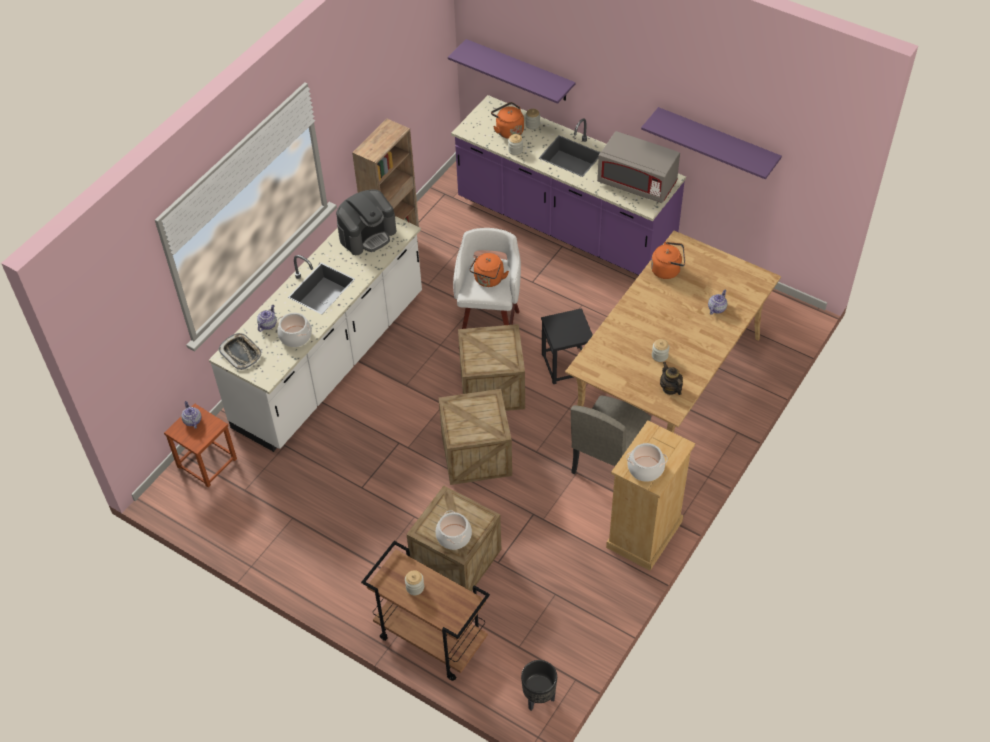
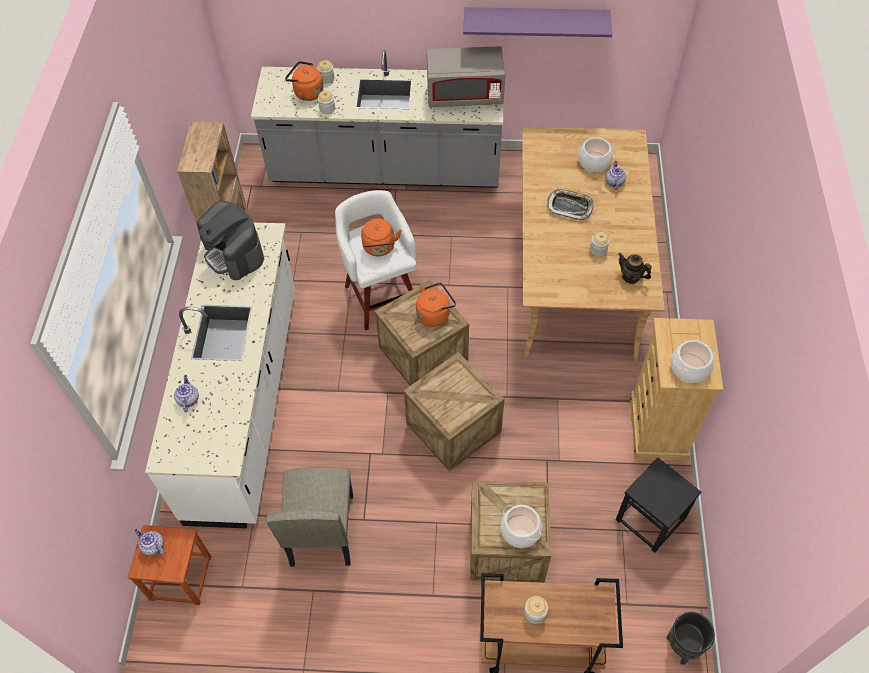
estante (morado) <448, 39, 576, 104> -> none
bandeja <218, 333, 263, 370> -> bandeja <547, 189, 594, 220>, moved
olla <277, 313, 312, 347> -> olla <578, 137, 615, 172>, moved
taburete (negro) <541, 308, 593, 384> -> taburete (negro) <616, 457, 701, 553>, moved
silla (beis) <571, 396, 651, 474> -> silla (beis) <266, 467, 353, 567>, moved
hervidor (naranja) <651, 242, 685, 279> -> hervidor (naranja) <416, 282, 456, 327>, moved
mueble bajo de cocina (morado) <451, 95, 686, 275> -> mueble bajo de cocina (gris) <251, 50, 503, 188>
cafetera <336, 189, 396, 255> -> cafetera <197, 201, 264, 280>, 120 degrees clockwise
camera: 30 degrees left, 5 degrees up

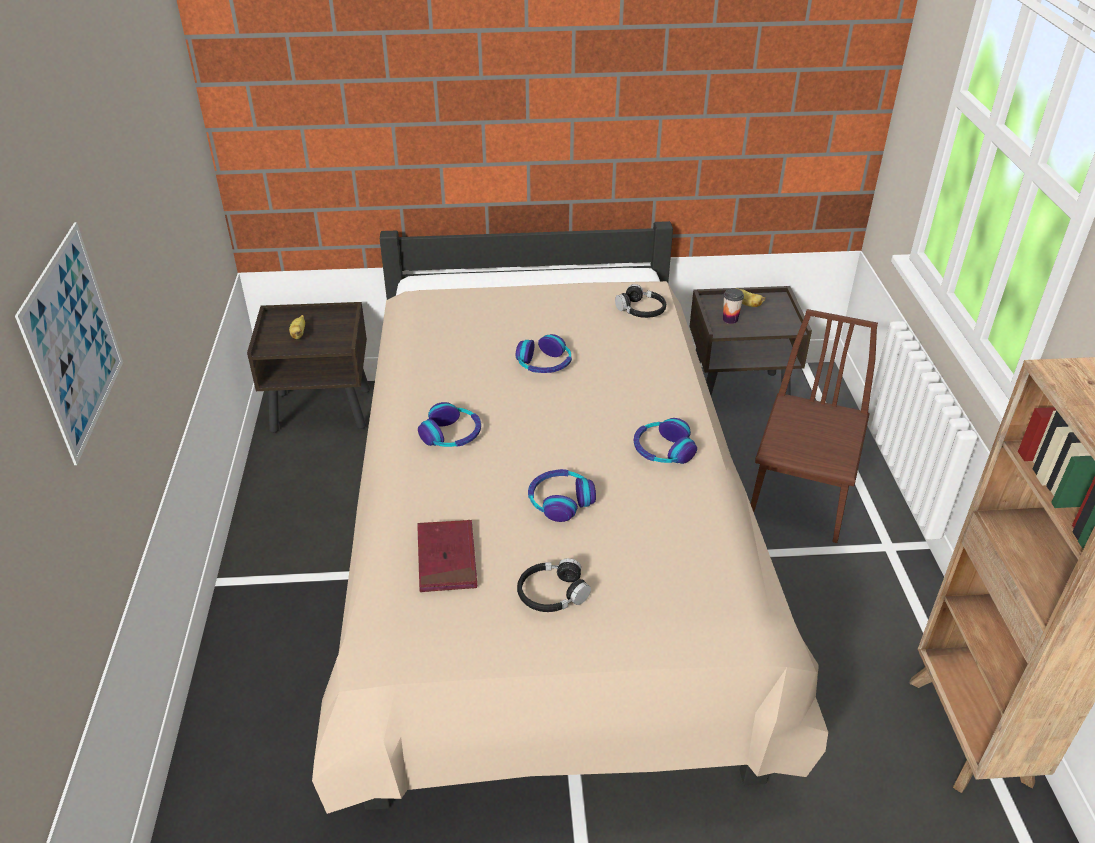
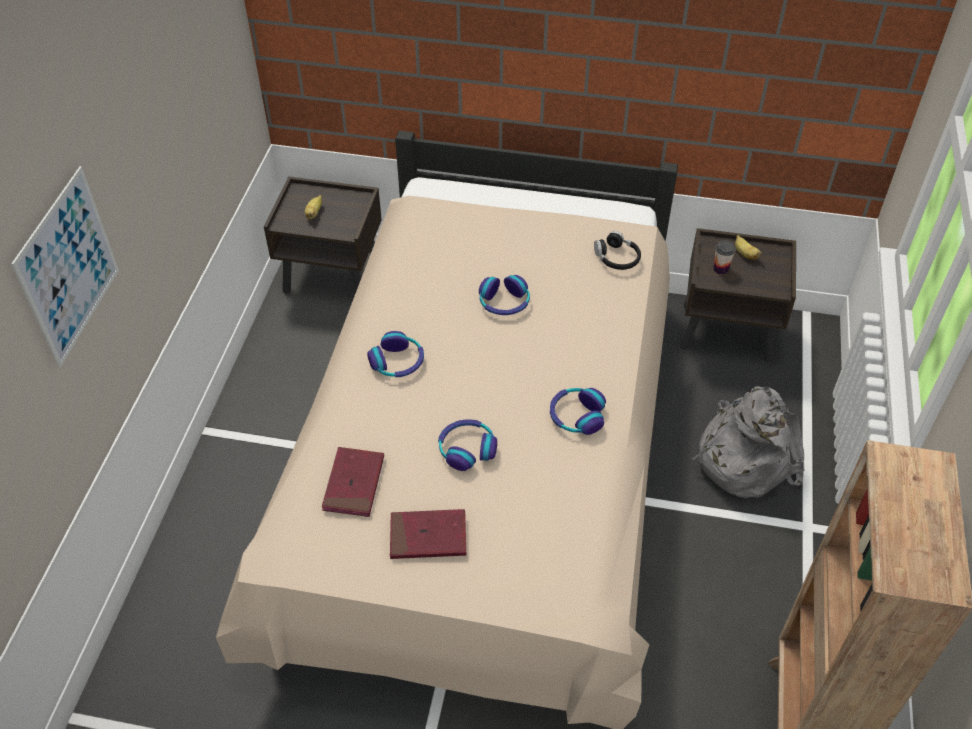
auriculares (negro) <517, 558, 591, 612> -> libro (rojo) <390, 509, 466, 559>
silla (marrón) <751, 309, 878, 543> -> mochila (gris) <692, 386, 805, 498>
camera: 15 degrees right, 10 degrees up

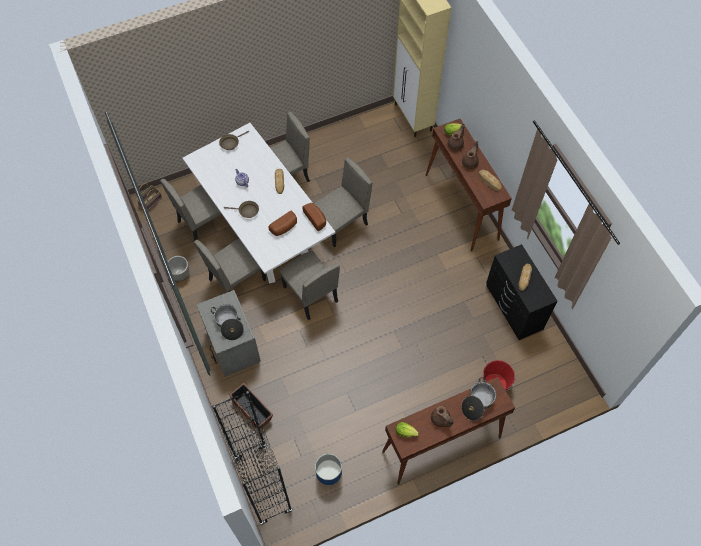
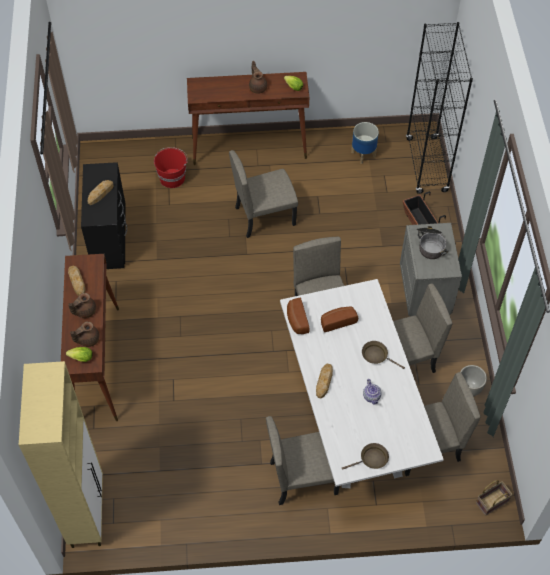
olla <461, 377, 496, 421> -> none
silla (beis) <313, 157, 372, 247> -> silla (beis) <229, 150, 298, 238>, moved
camera: 160 degrees left, 5 degrees down

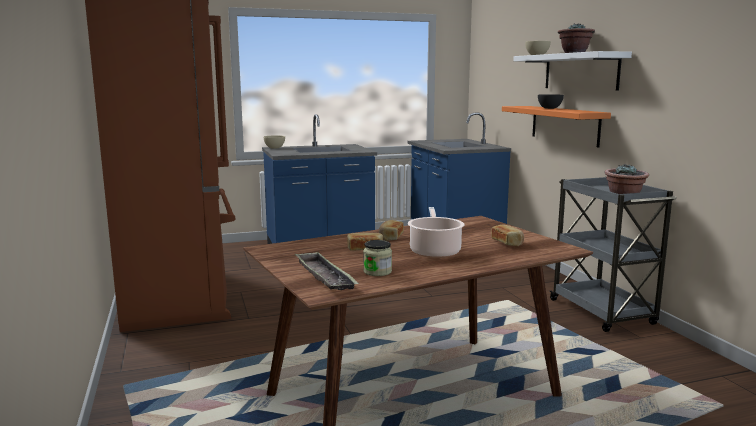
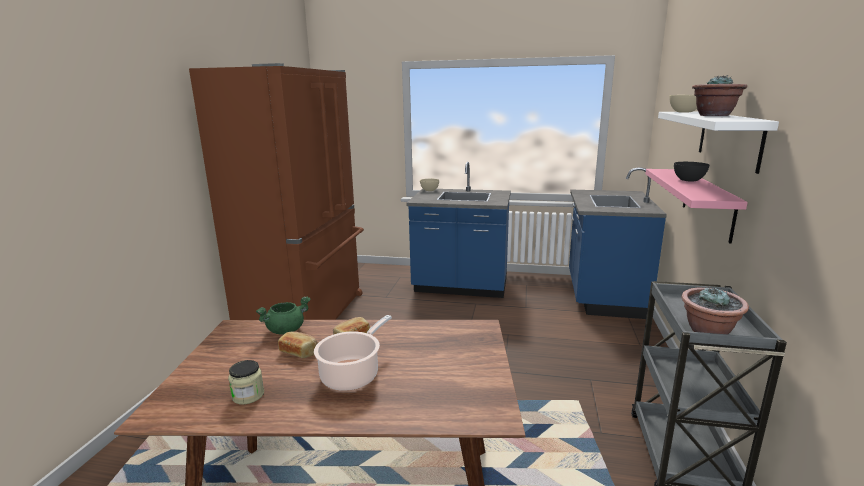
bandeja <295, 252, 359, 290> -> none
pan <491, 224, 524, 247> -> none
none -> olla (verde) <256, 296, 311, 335>
estante (naranja) <502, 106, 611, 148> -> estante (rosa) <646, 169, 748, 244>
camera: 30 degrees right, 5 degrees up

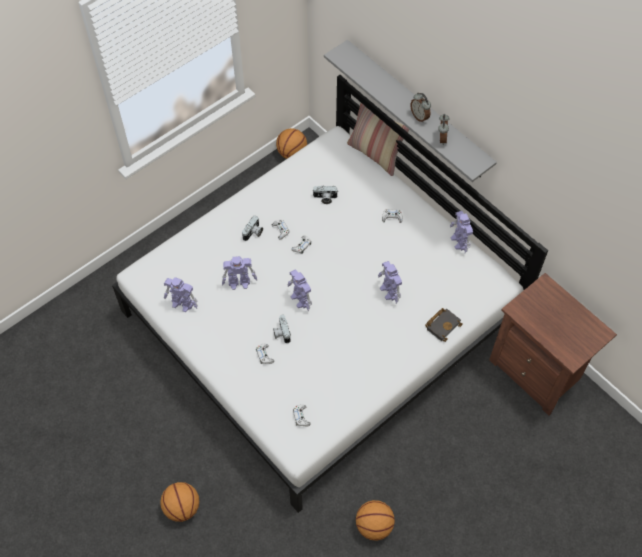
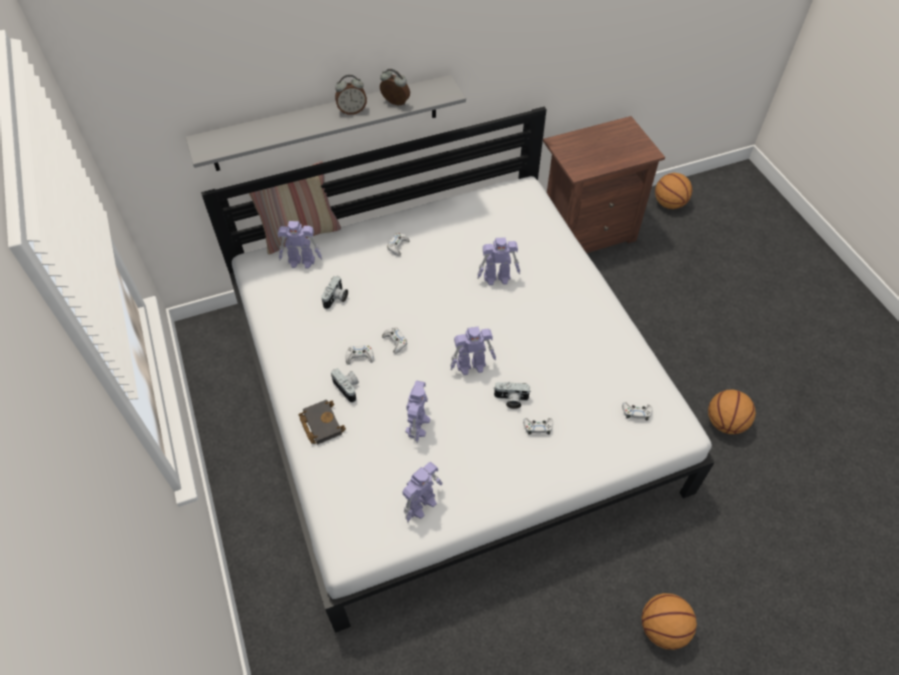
balón de baloncesto <276, 128, 307, 159> -> balón de baloncesto <655, 173, 693, 209>, moved
libro (negro) <425, 308, 463, 342> -> libro (negro) <299, 400, 346, 444>, moved
robot de juguete <450, 211, 473, 254> -> robot de juguete <278, 221, 322, 269>, moved
camera: 70 degrees left, 5 degrees down

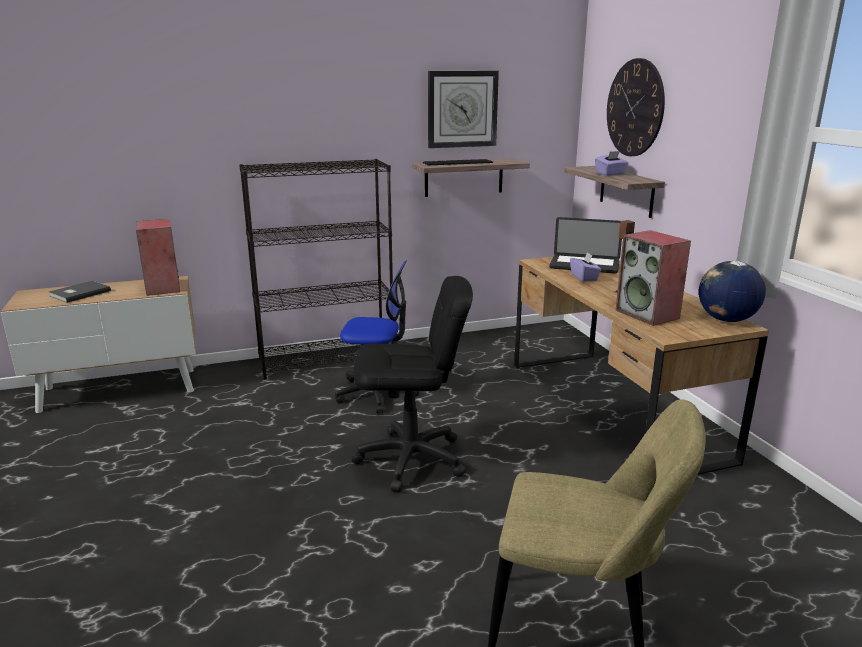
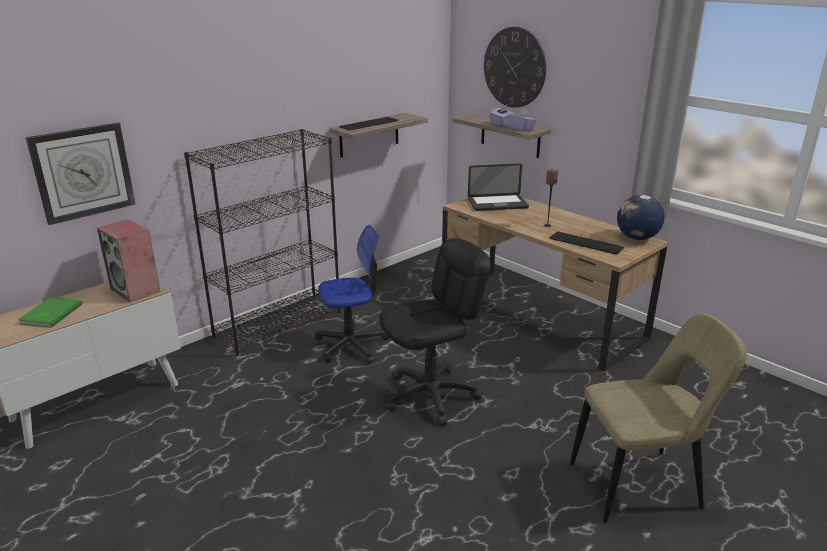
reloj de pared <428, 71, 499, 148> -> reloj de pared <26, 123, 136, 225>, moved
caja de pañuelos (morado) <570, 252, 601, 282> -> caja de pañuelos (morado) <508, 108, 536, 131>, moved
altavoz <616, 230, 691, 326> -> teclado <549, 231, 624, 255>
libro (gris) <49, 281, 111, 303> -> libro (verde) <18, 297, 82, 328>
camera: 25 degrees left, 5 degrees up

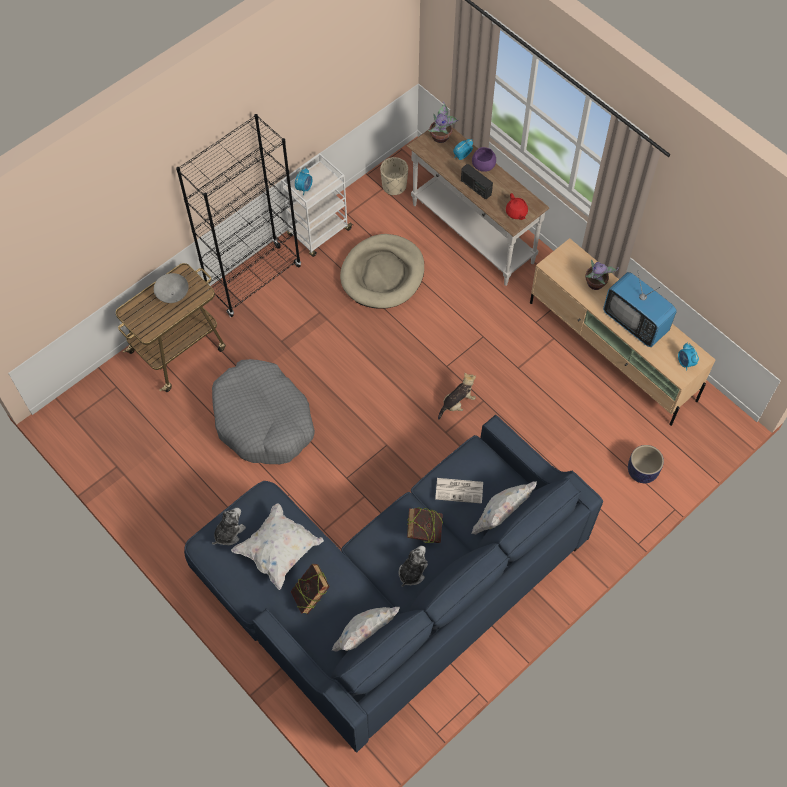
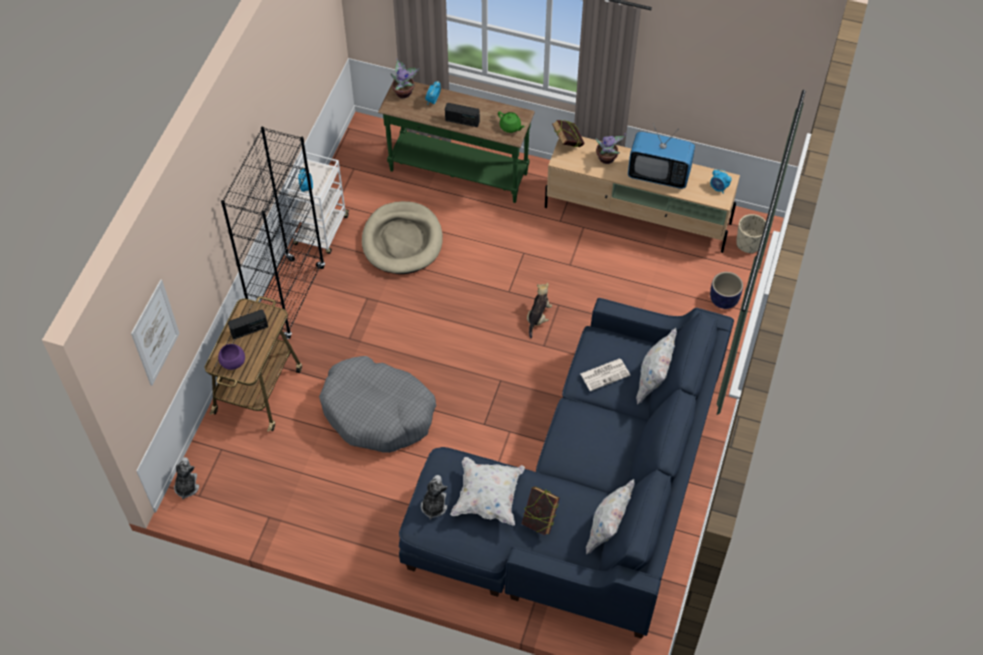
none -> cuadro <131, 279, 180, 386>
maceta (beis) <380, 157, 408, 196> -> maceta (beis) <736, 214, 766, 253>, moved
peluche <398, 546, 428, 587> -> peluche <174, 457, 199, 500>, moved
libro <407, 508, 443, 543> -> libro <552, 120, 585, 147>, moved
cuenco (morado) <472, 147, 496, 172> -> cuenco (morado) <218, 344, 245, 370>, moved
cuenco (gris) <154, 273, 188, 303> -> radio <228, 309, 268, 339>
mesa consola (blanco) <406, 127, 549, 286> -> mesa consola (verde) <378, 79, 535, 203>
tetera (rojo) <506, 193, 528, 220> -> tetera (verde) <498, 111, 524, 133>
camera: 30 degrees left, 5 degrees down

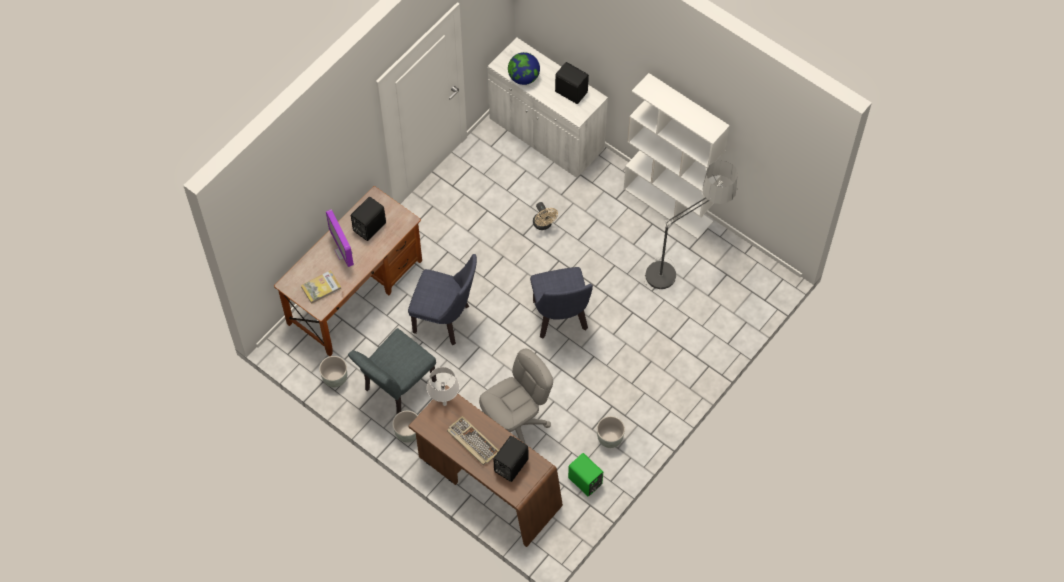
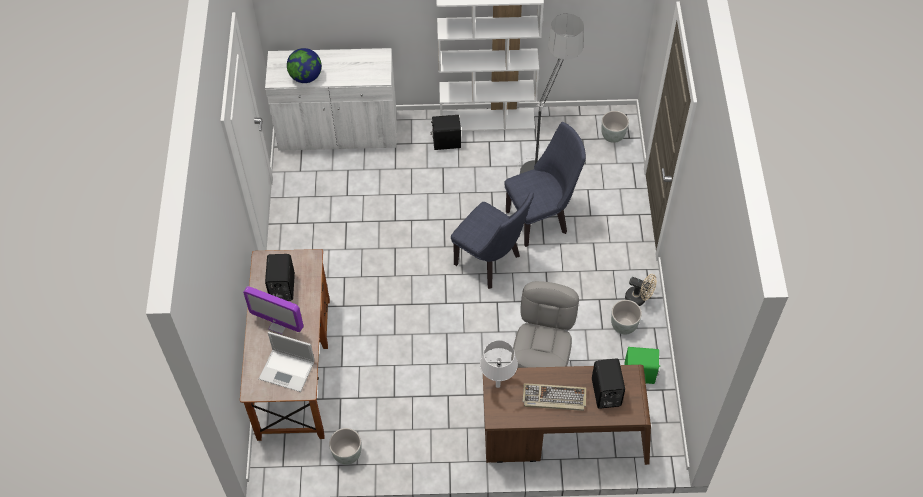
silla (gris) <348, 328, 437, 415> -> none
maceta (gris) <392, 411, 418, 443> -> maceta (gris) <601, 111, 629, 143>, moved
silla (azul) <408, 254, 477, 346> -> silla (azul) <504, 122, 586, 247>, moved
ventilador (beis) <533, 202, 558, 230> -> ventilador (beis) <625, 274, 657, 306>, moved
altavoz (negro) <555, 62, 589, 104> -> altavoz (negro) <430, 115, 461, 150>, moved
libro <301, 270, 341, 304> -> portátil <259, 332, 315, 392>
camera: 40 degrees left, 5 degrees down

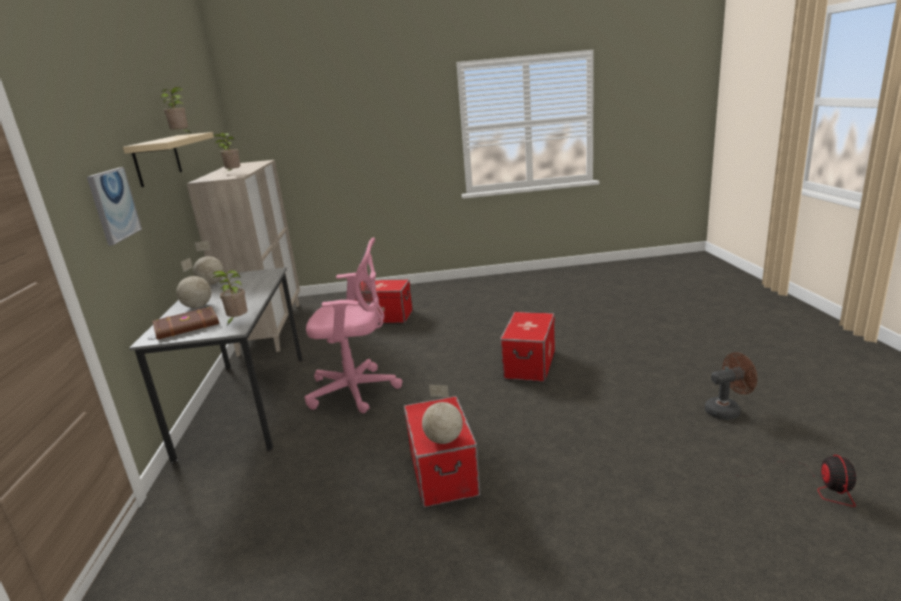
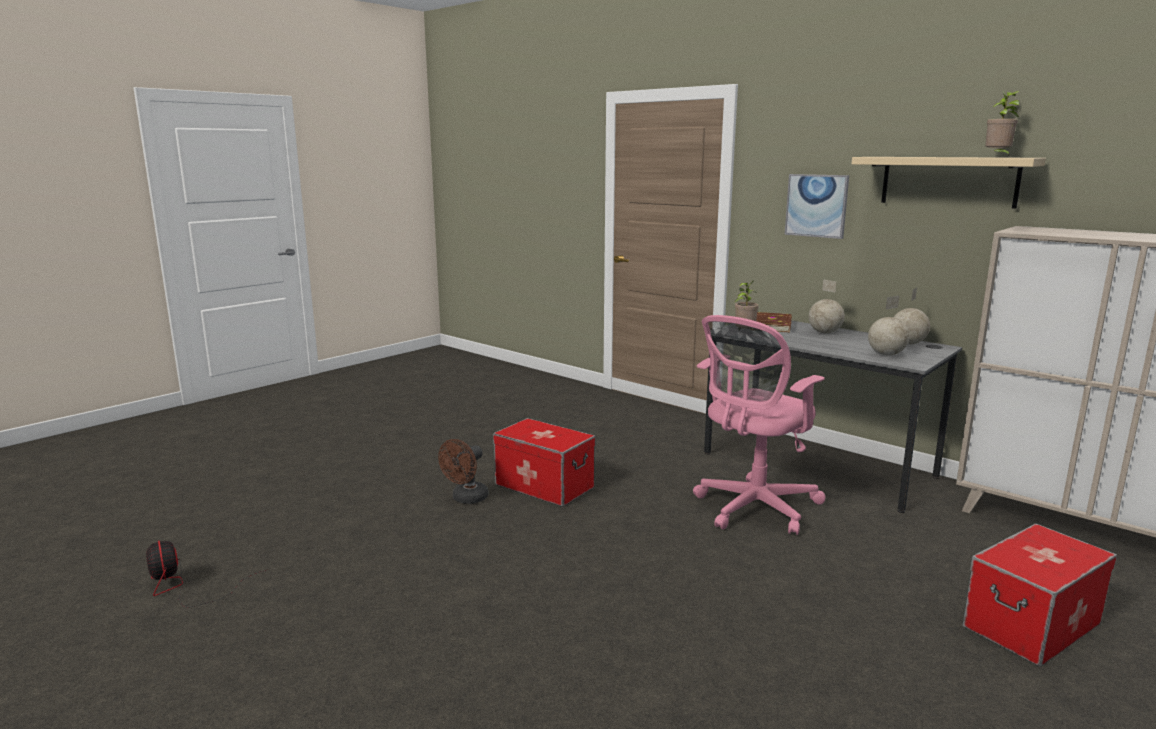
planta en maceta <213, 133, 241, 174> -> none
caja de almacenaje <500, 312, 555, 382> -> none
globo terráqueo <422, 385, 463, 444> -> globo terráqueo <868, 296, 909, 355>, moved
ventilador (marrón) <705, 352, 757, 420> -> ventilador (marrón) <438, 439, 488, 504>, moved
camera: 135 degrees right, 5 degrees down

